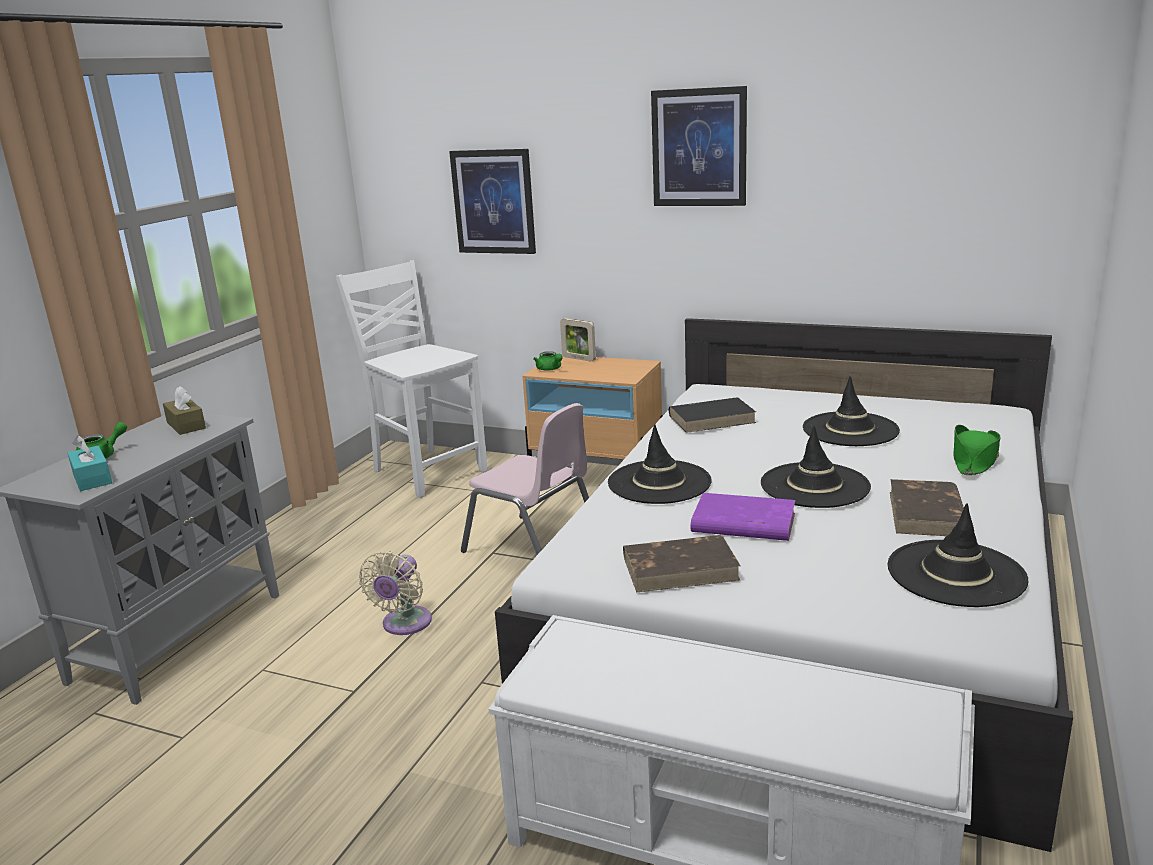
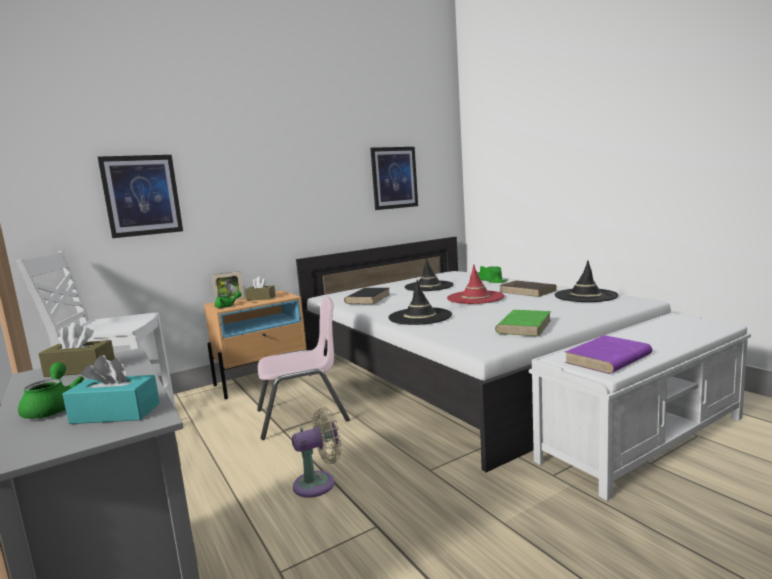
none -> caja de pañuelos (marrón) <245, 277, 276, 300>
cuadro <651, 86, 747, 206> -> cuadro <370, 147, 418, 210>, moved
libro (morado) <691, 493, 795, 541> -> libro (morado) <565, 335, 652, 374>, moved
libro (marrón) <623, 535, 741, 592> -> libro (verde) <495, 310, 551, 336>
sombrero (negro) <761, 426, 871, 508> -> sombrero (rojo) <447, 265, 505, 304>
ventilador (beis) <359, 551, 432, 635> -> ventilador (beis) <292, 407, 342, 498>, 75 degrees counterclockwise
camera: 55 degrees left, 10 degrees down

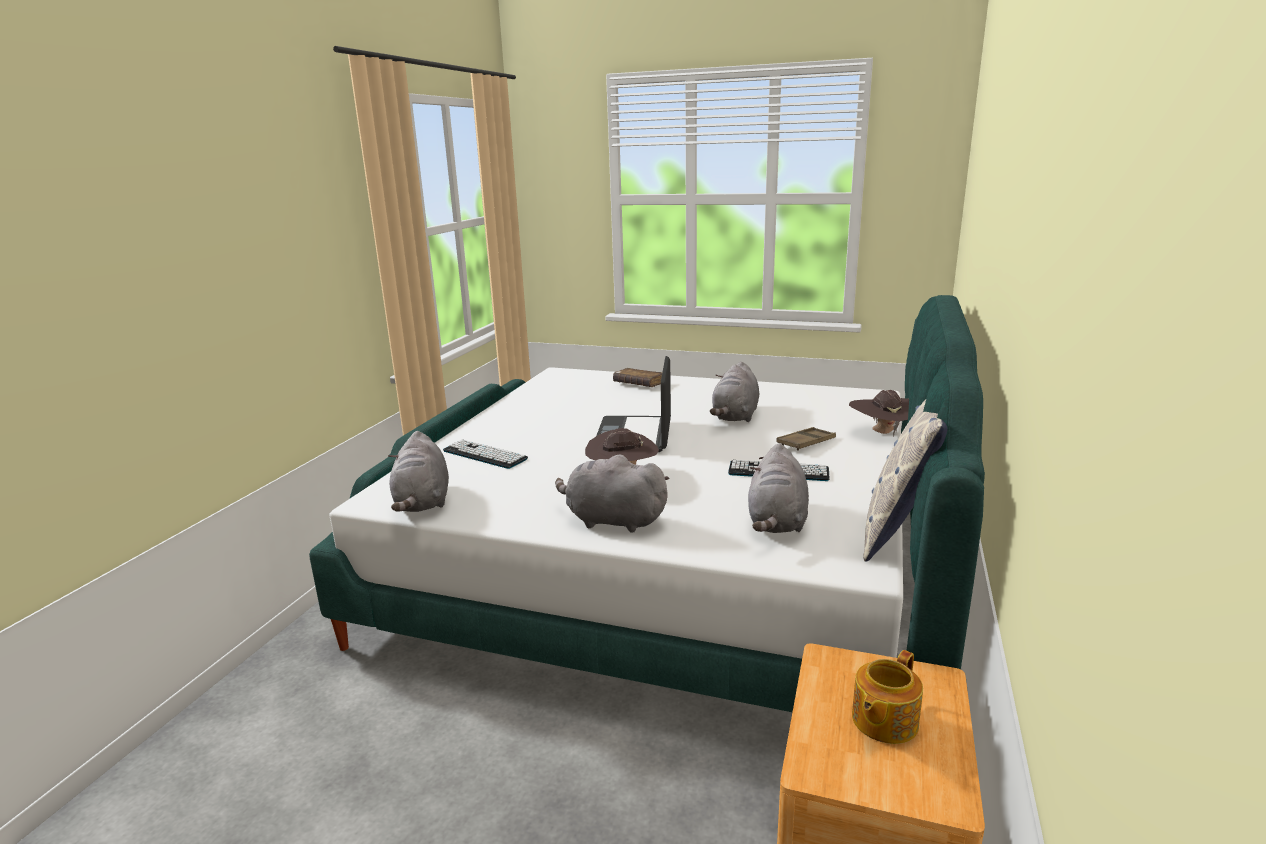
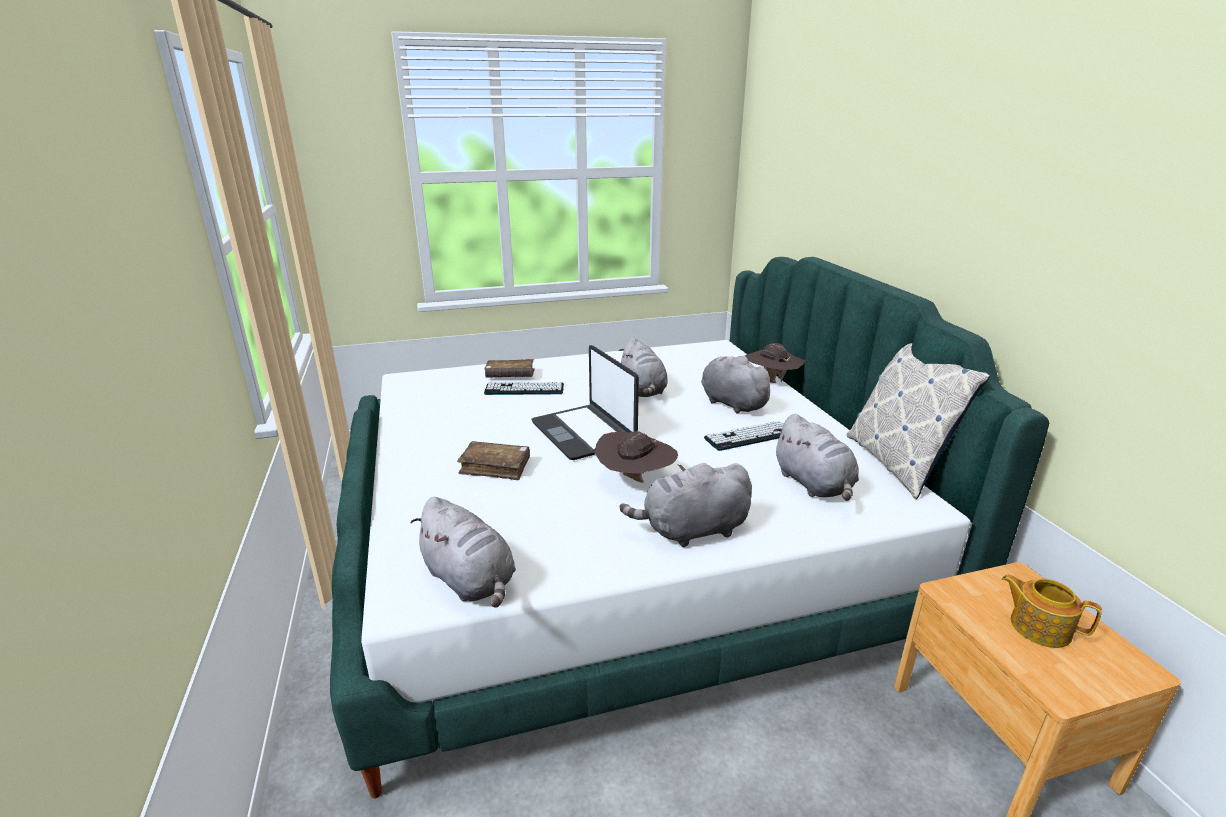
none -> libro (marrón) <457, 441, 530, 480>
teclado <443, 439, 528, 469> -> teclado <484, 382, 564, 395>, moved
bandeja (marrón) <776, 427, 836, 451> -> peluche (gris) <701, 356, 776, 414>
tetera <852, 650, 923, 744> -> tetera <1002, 574, 1102, 648>, 120 degrees clockwise
camera: 35 degrees left, 5 degrees up

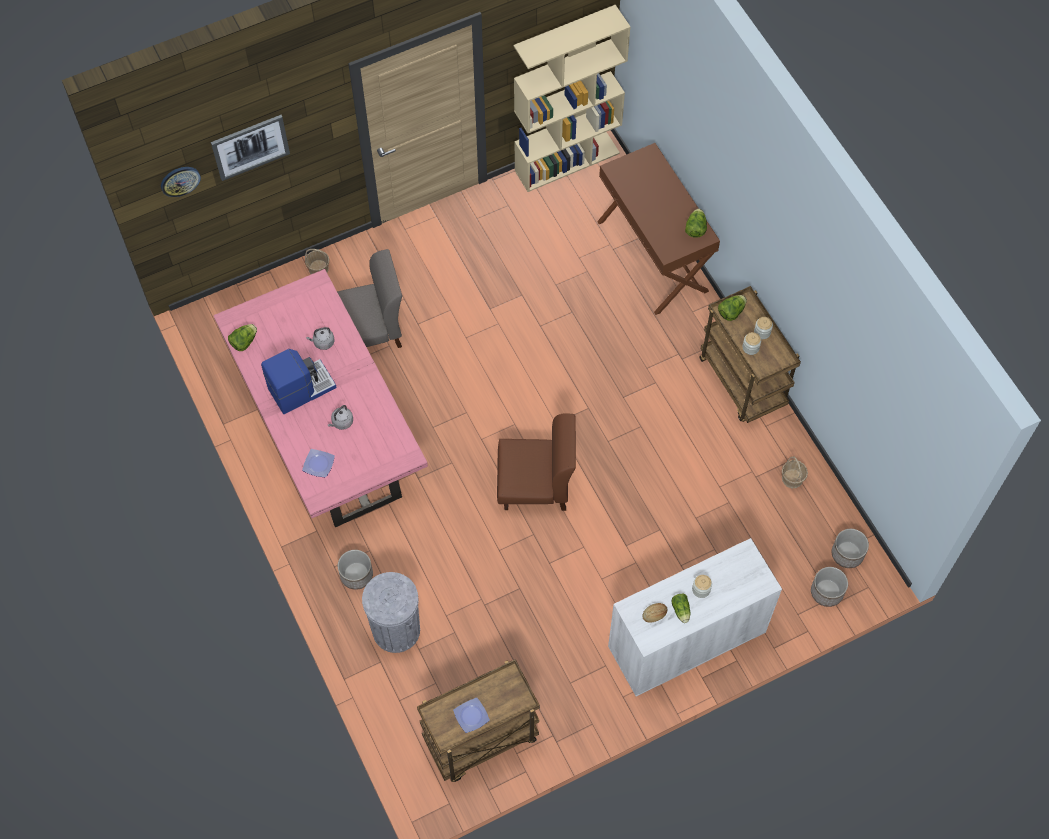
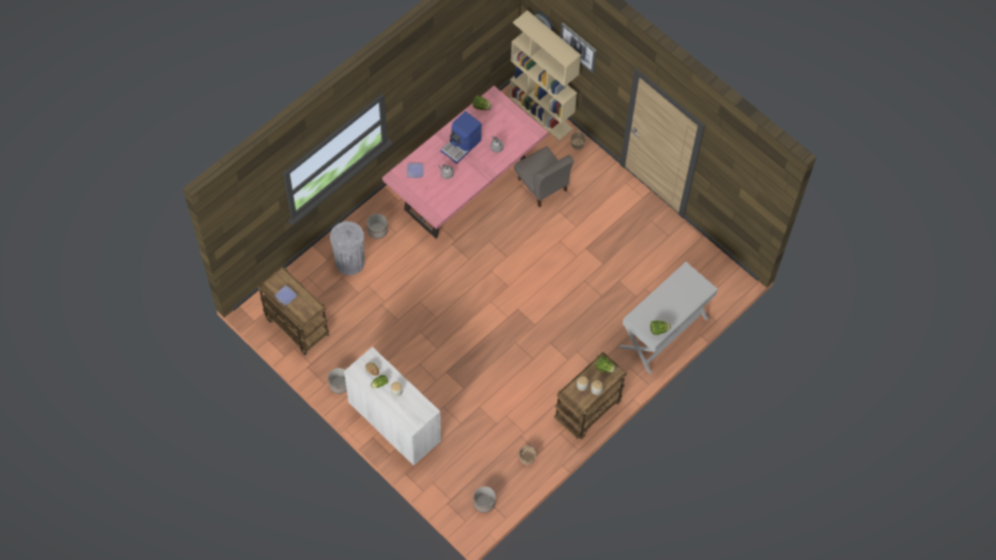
silla (marrón) <497, 413, 576, 511> -> none
estantería (beis) <514, 5, 631, 192> -> estantería (beis) <509, 10, 581, 141>, moved
maceta <811, 567, 848, 607> -> maceta <328, 368, 347, 394>, moved
mesa consola (marrón) <597, 143, 720, 315> -> mesa consola (blanco) <619, 262, 718, 374>
cafetera <261, 349, 337, 414> -> cafetera <441, 111, 482, 164>, 90 degrees clockwise
camera: 70 degrees right, 0 degrees up

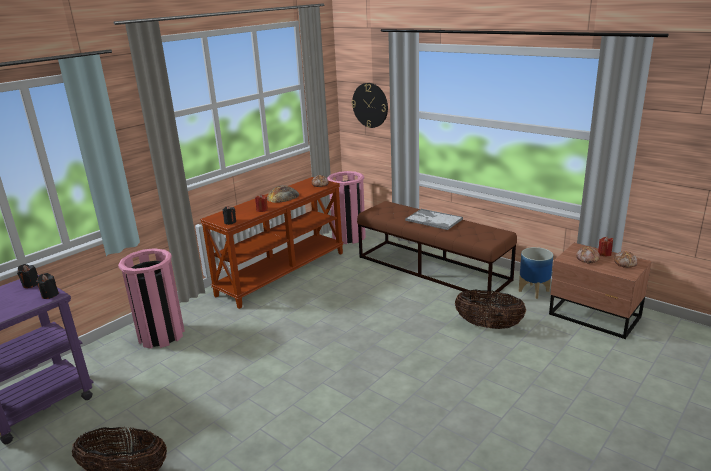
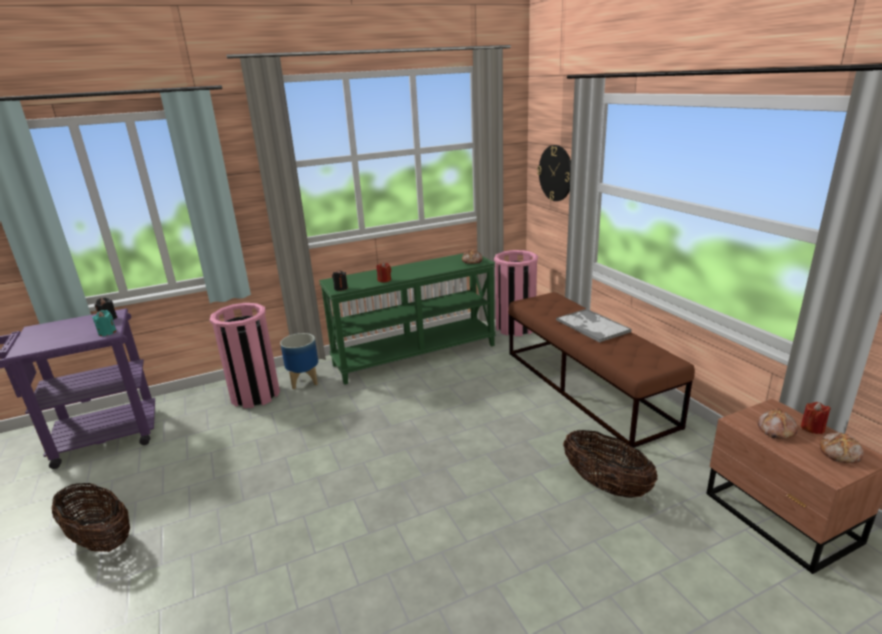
pan <267, 185, 299, 203> -> none
maceta <519, 247, 553, 299> -> maceta <280, 333, 318, 389>, moved
vela (negro) <36, 273, 59, 299> -> vela (turquesa) <92, 310, 117, 336>
mesa consola (marrón) <200, 177, 344, 309> -> mesa consola (verde) <319, 253, 496, 385>
camera: 25 degrees right, 0 degrees up

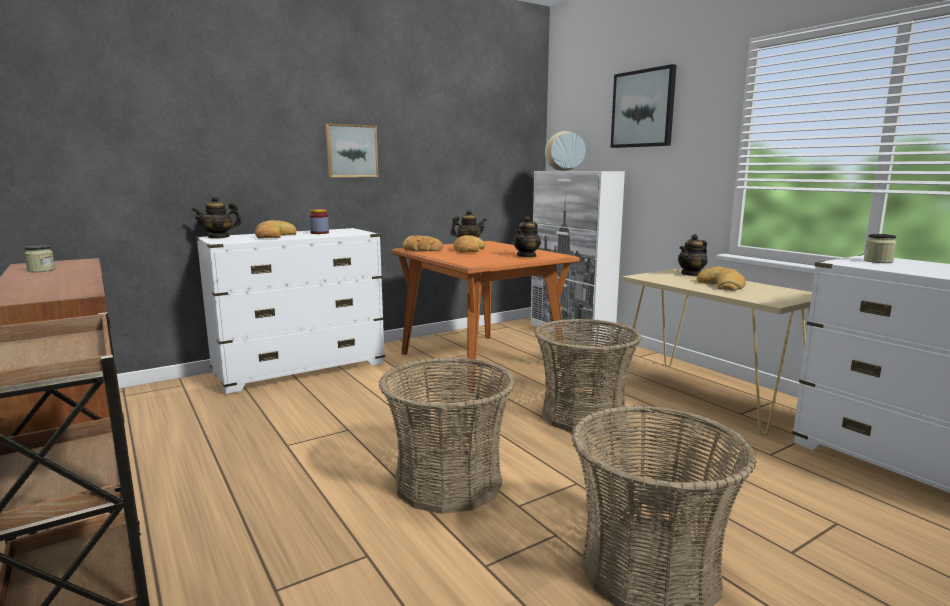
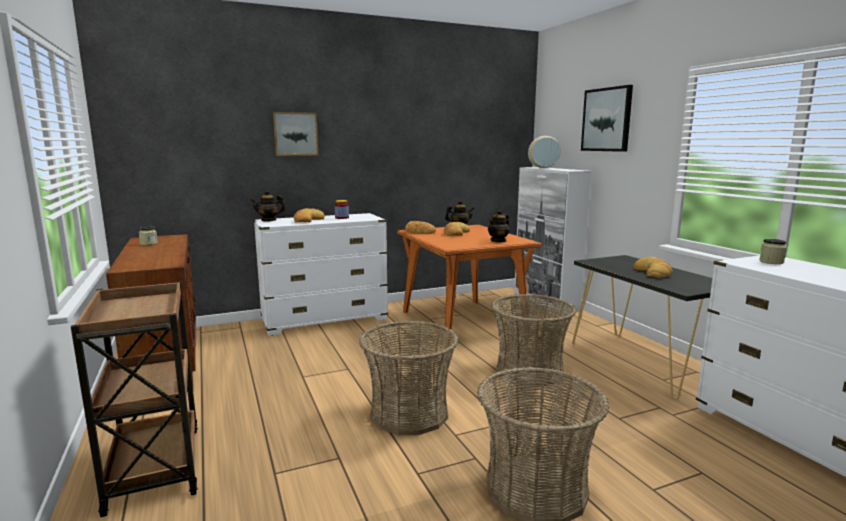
tetera <678, 234, 707, 276> -> none
cuadro <326, 124, 379, 177> -> cuadro <273, 112, 318, 156>, moved
mesa consola (beis) <621, 269, 812, 435> -> mesa consola (negro) <572, 255, 712, 399>
camera: 10 degrees right, 0 degrees up

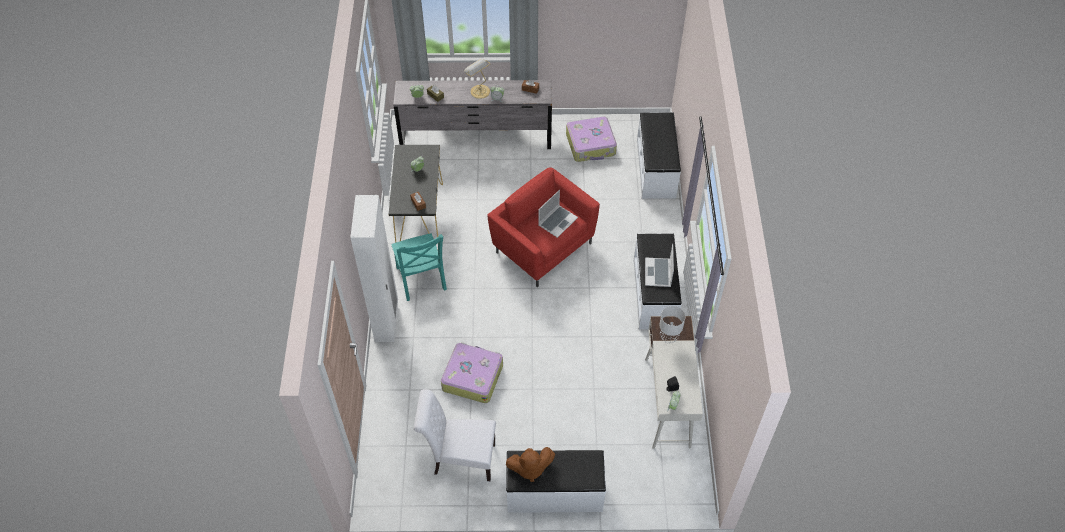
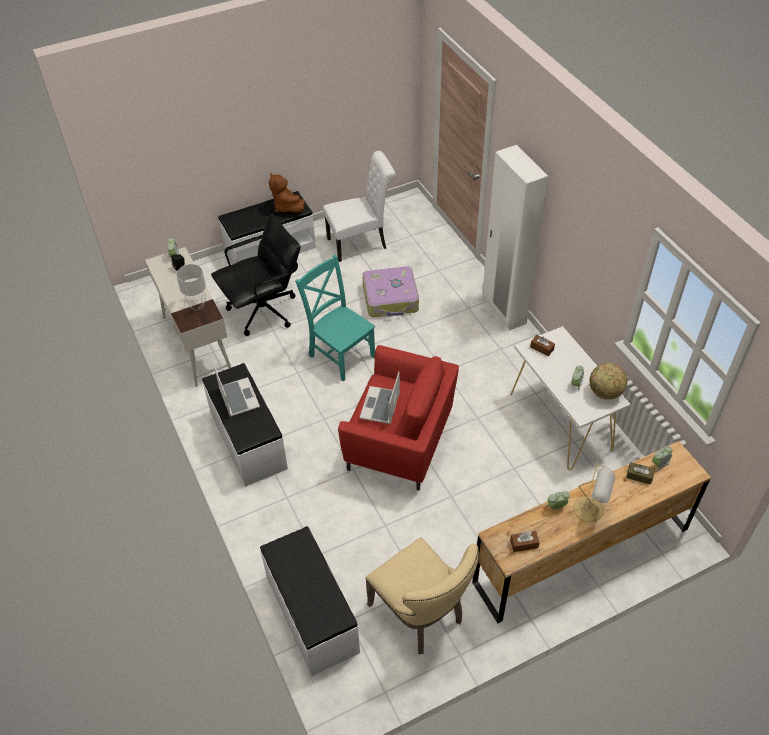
none -> silla de oficina (negro) <211, 214, 301, 336>
none -> globo terráqueo <589, 363, 627, 400>
silla (turquesa) <391, 233, 447, 301> -> silla (turquesa) <295, 254, 375, 381>, moved
maleta <566, 116, 617, 162> -> silla (beis) <366, 537, 479, 654>
mesa consola (negro) <389, 145, 443, 250> -> mesa consola (blanco) <511, 326, 631, 470>
cómoda (gris) <393, 80, 552, 149> -> cómoda (marrón) <472, 441, 711, 624>
peluche (marrón) <506, 447, 555, 482> -> peluche (marrón) <269, 173, 305, 213>, 90 degrees counterclockwise
camera: 155 degrees right, 5 degrees down

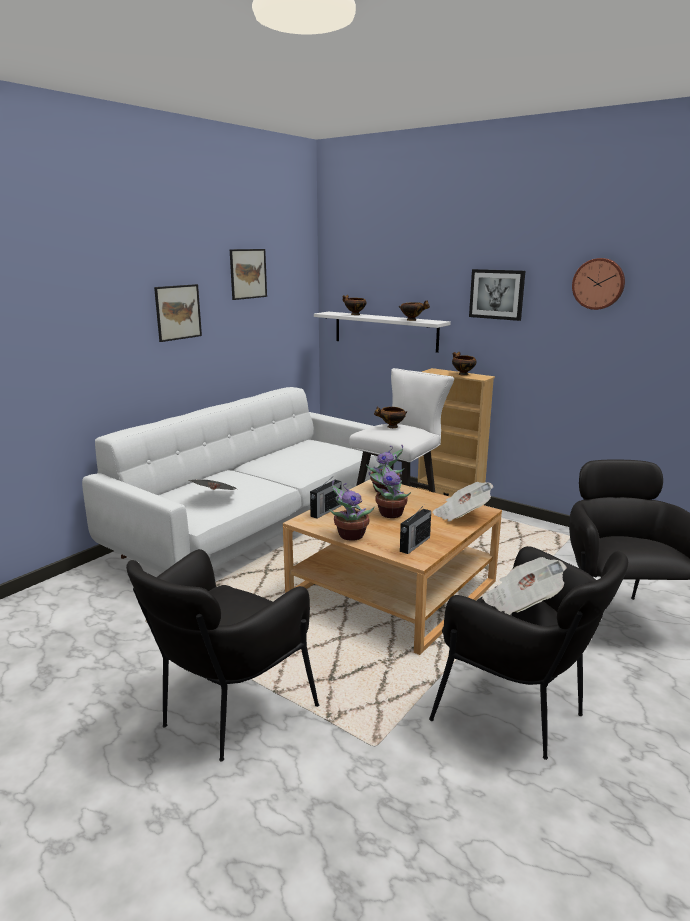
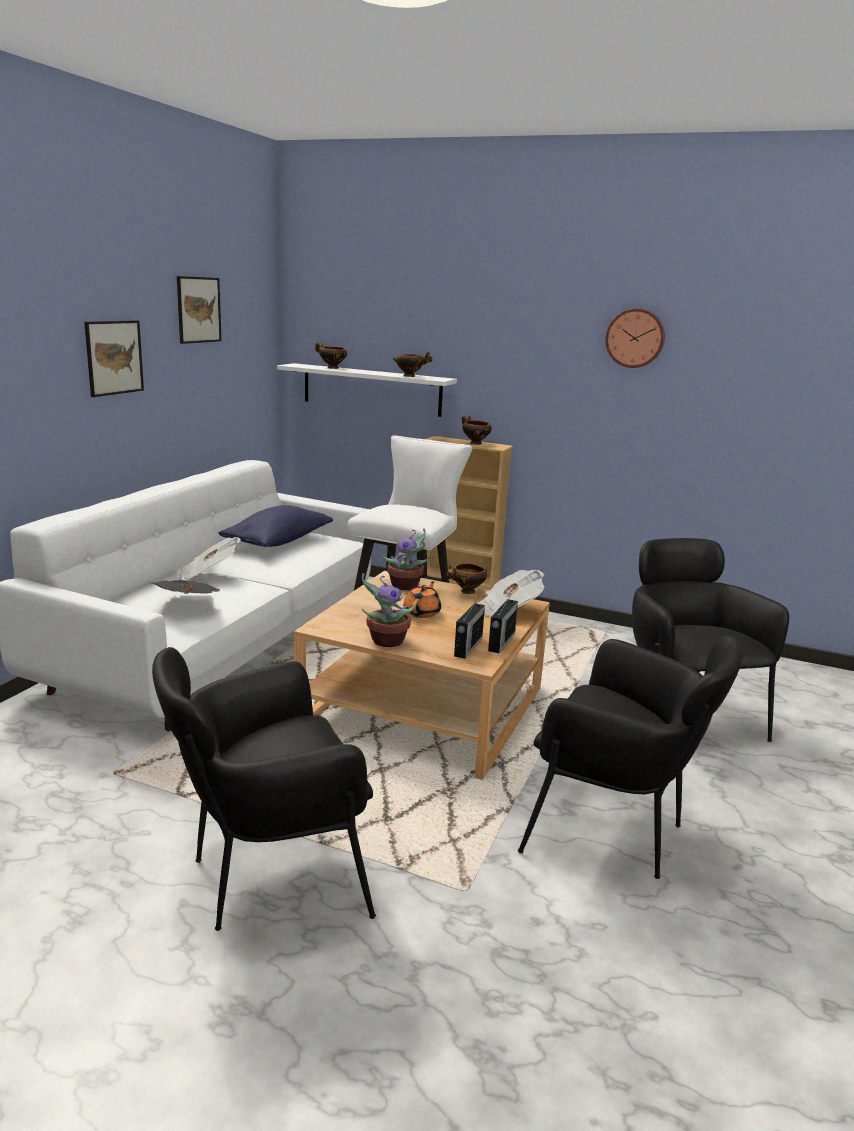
cuadro <469, 269, 525, 321> -> none
none -> cojín (azul) <219, 505, 333, 547>
radio <310, 475, 342, 519> -> radio <488, 593, 518, 653>, moved
cuenco <374, 407, 407, 428> -> cuenco <446, 563, 487, 594>, moved
periódico <482, 557, 567, 615> -> periódico <176, 537, 241, 580>, moved
planta en maceta <369, 461, 411, 518> -> tetera (naranja) <404, 581, 441, 618>
sillón (negro) <126, 549, 319, 761> -> sillón (negro) <152, 647, 376, 931>, 45 degrees clockwise
camera: 15 degrees left, 0 degrees up

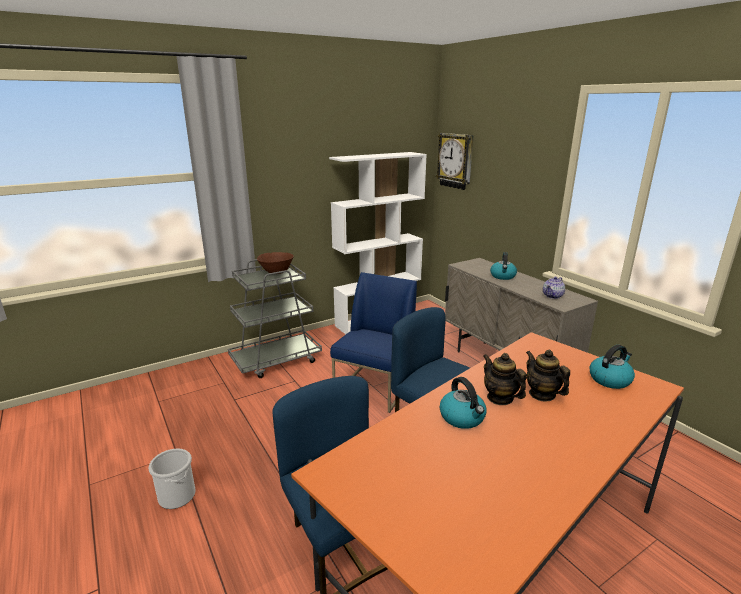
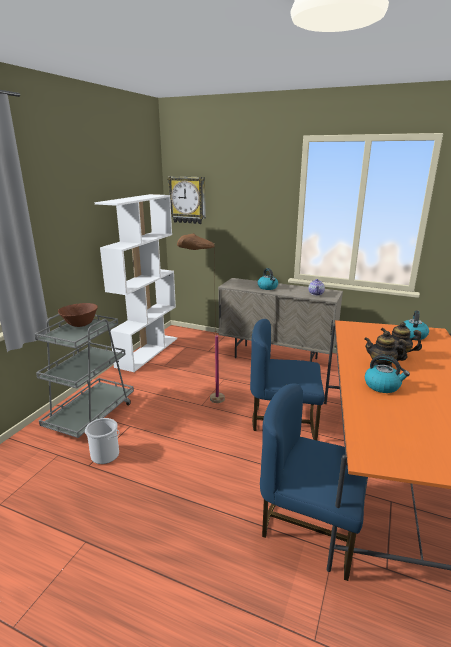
cubo <149, 449, 196, 509> -> cubo <85, 418, 119, 464>, moved
silla (azul) <330, 272, 417, 413> -> lámpara de pie (marrón) <177, 233, 225, 403>
camera: 35 degrees left, 0 degrees up

